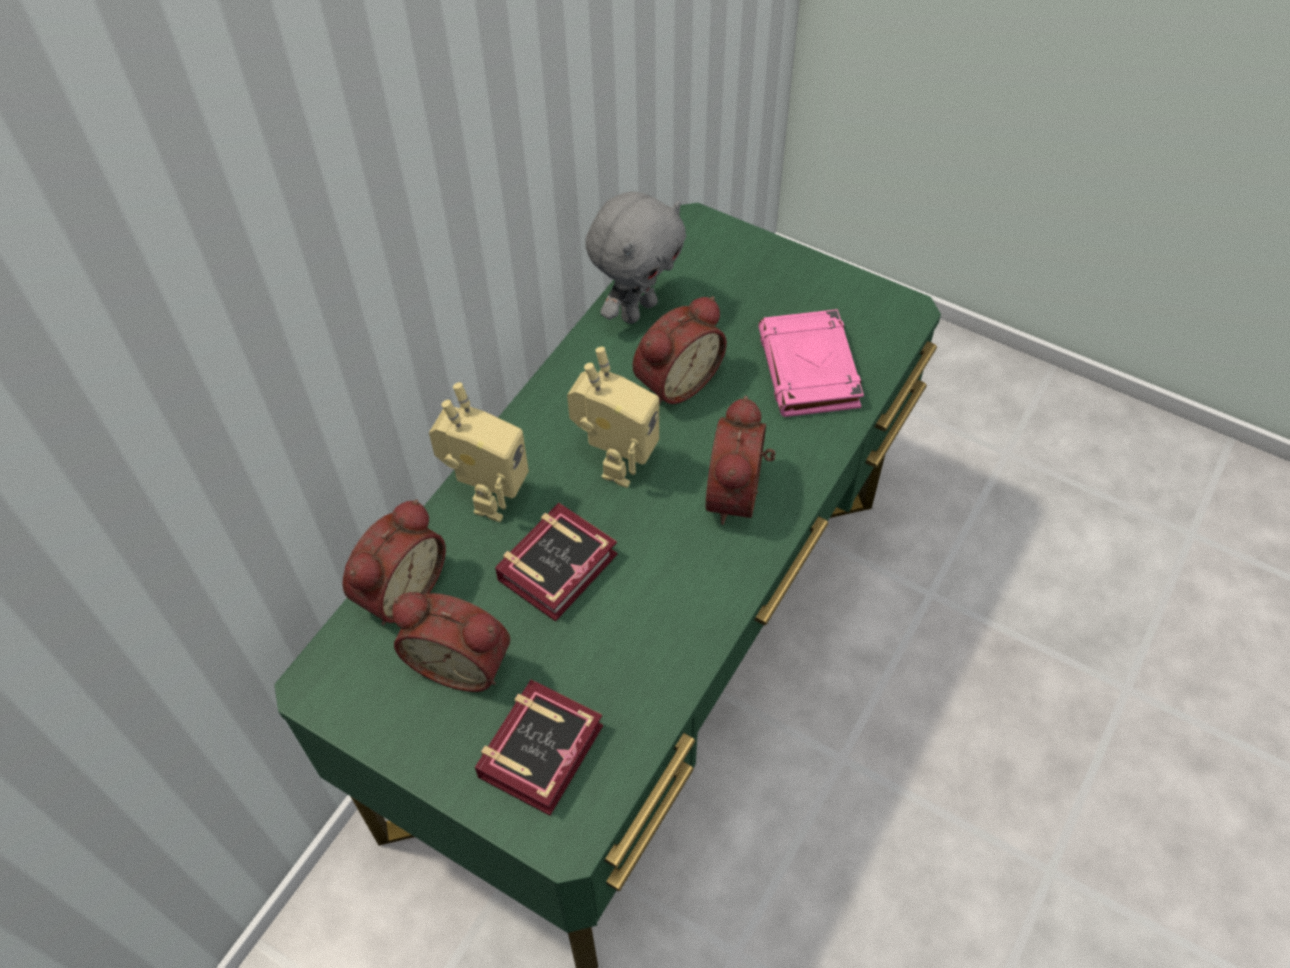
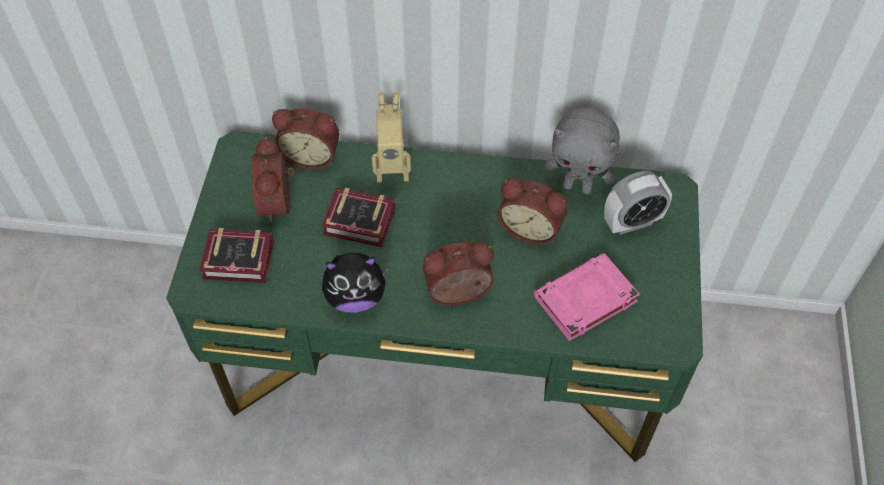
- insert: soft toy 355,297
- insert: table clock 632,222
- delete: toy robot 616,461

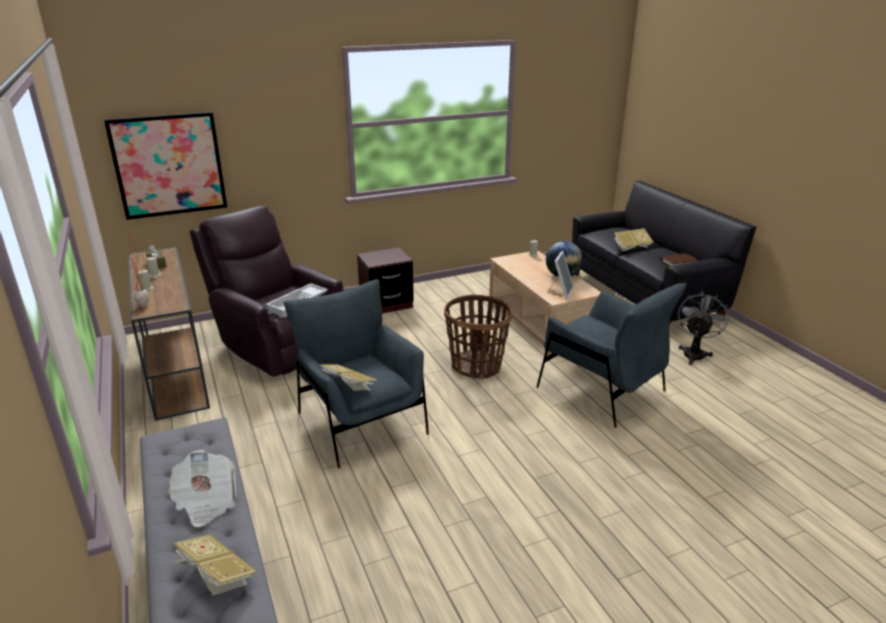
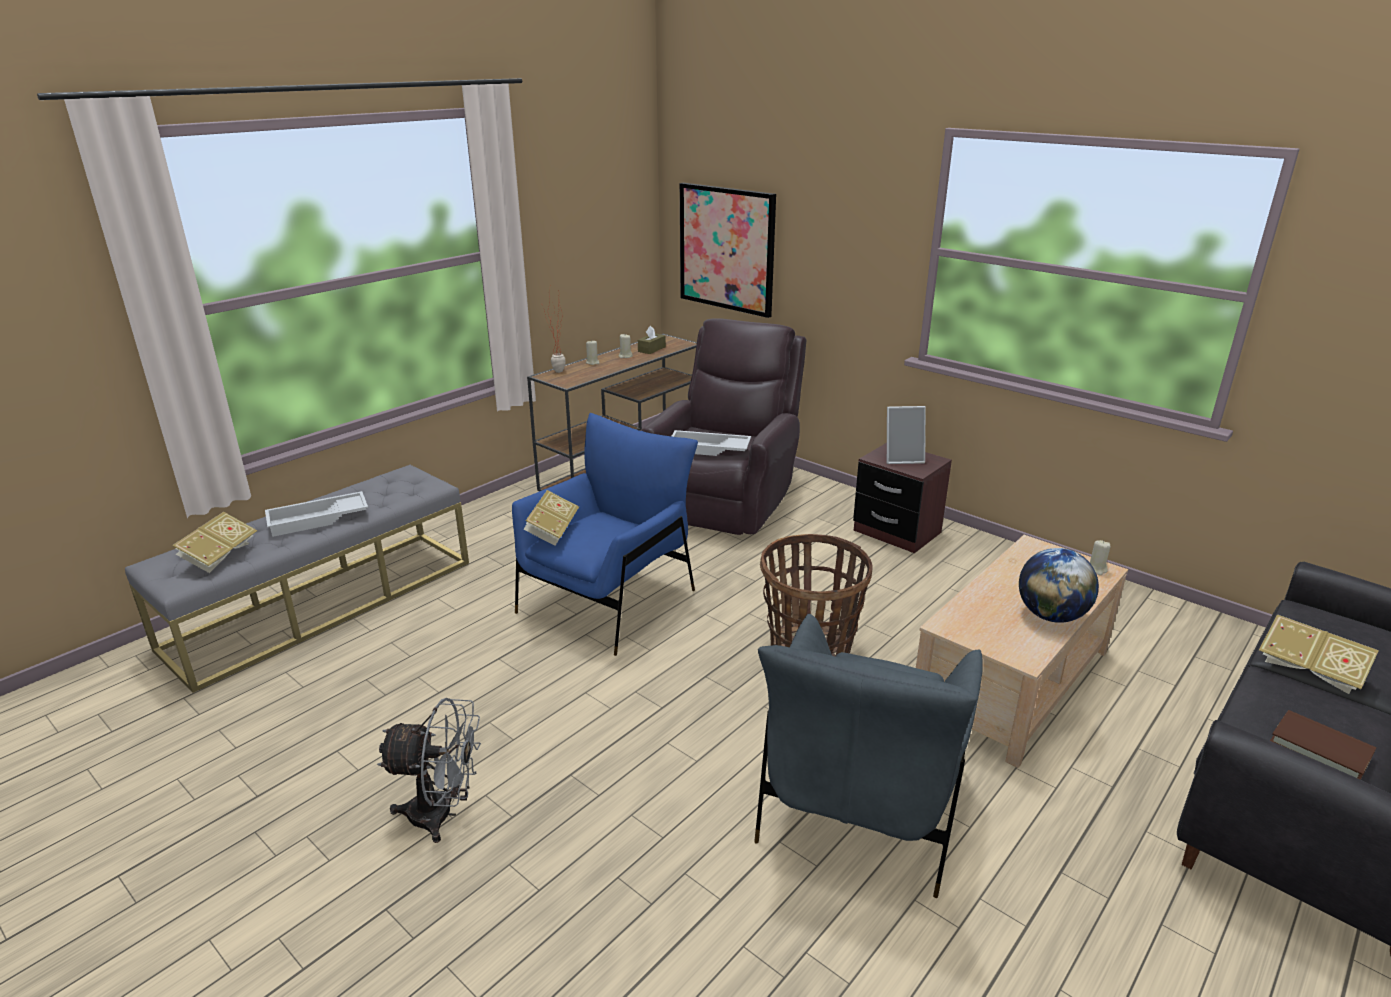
- replace: newspaper 206,501 to serving tray (white-coloured) 318,520
- move: electric fan (gray) 694,353 to 442,814
- recolor: armchair (gray) 361,422 to armchair (blue-coloured) 608,600
- move: standing frame 560,291 to 902,458

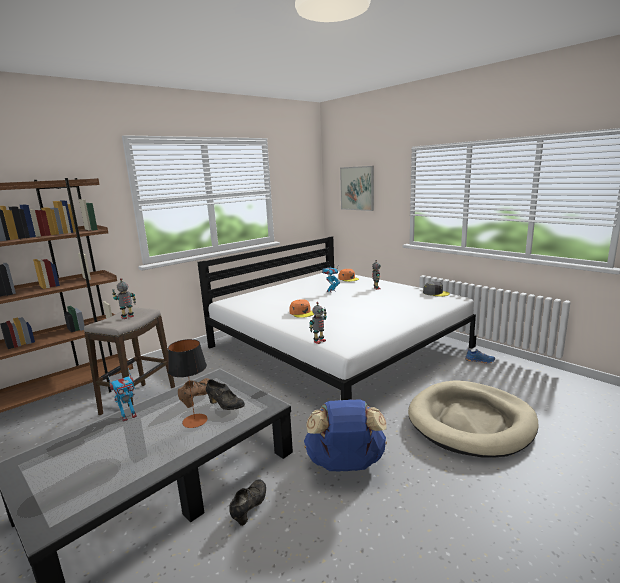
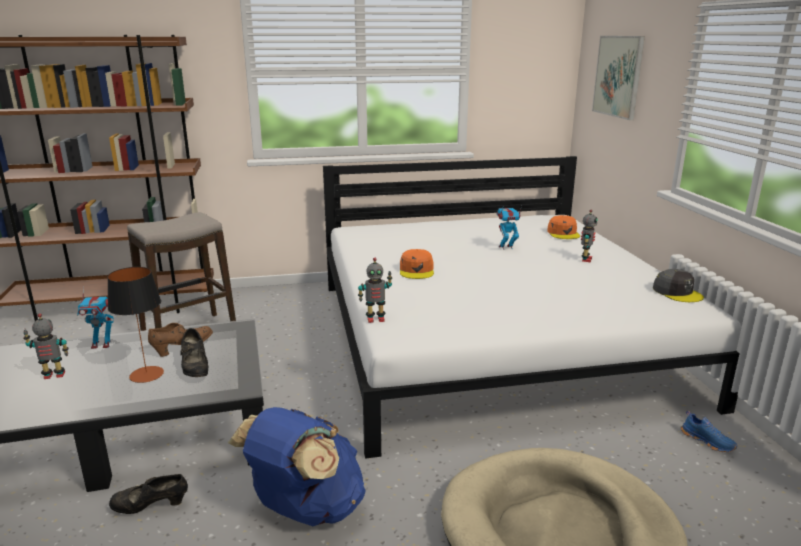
- move: toy robot 128,317 to 54,376
- rotate: low shoe (black-coloured) 250,508 = 151,507 150 degrees counterclockwise

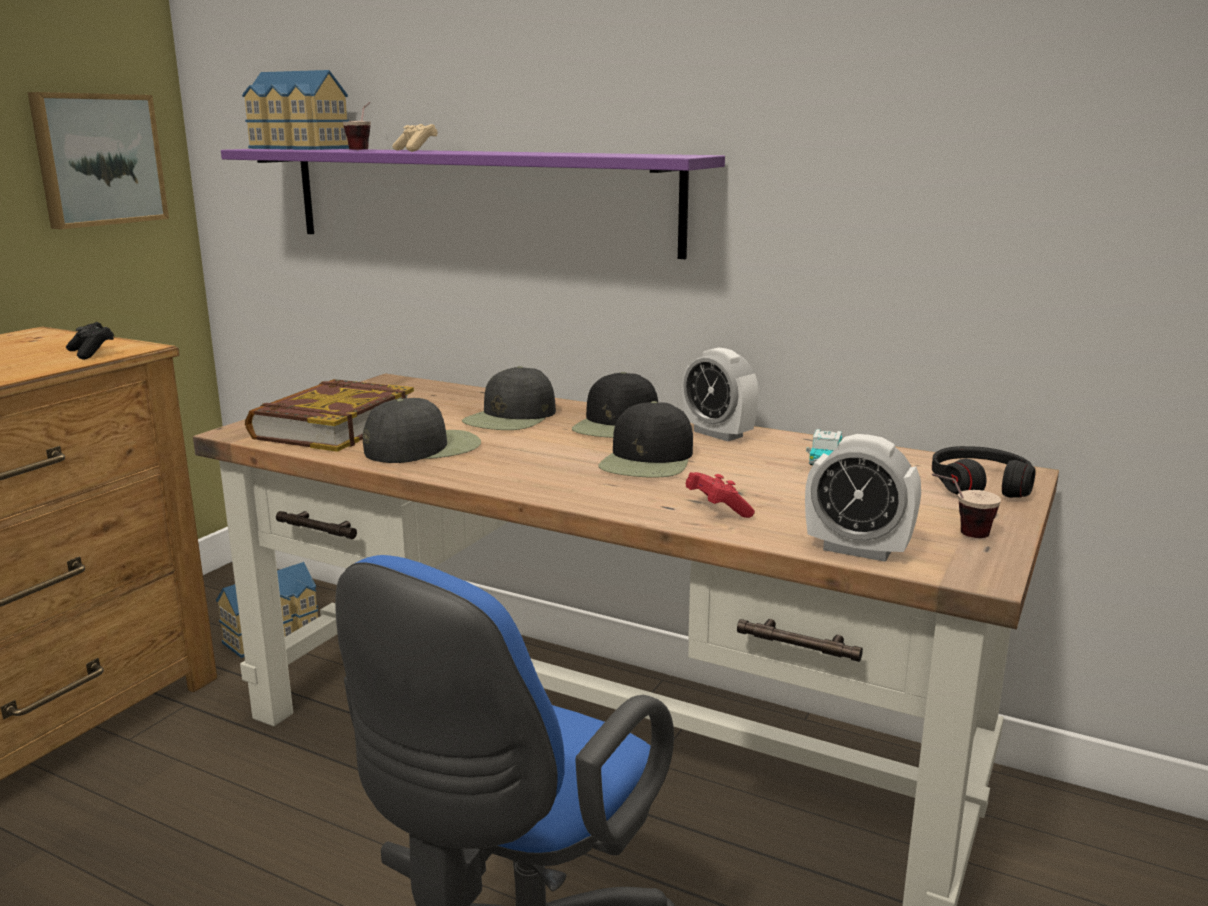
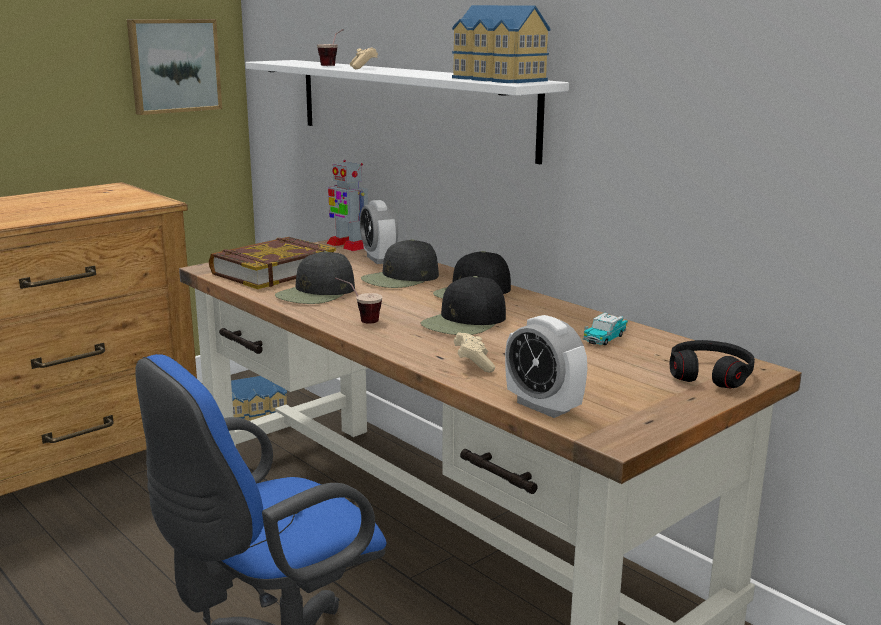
- recolor: shelf (purple-coloured) 477,198 to shelf (white-coloured) 409,106
- rotate: cap (black-coloured) 423,447 = 316,293 135 degrees clockwise
- insert: toy robot 349,245
- move: small cup 959,535 to 359,320
- move: table clock 718,434 to 379,259
- move: miniature house 297,148 to 496,79
- recolor: game controller (red) 717,509 to game controller (beige) 473,363
- delete: game controller (black-coloured) 92,353

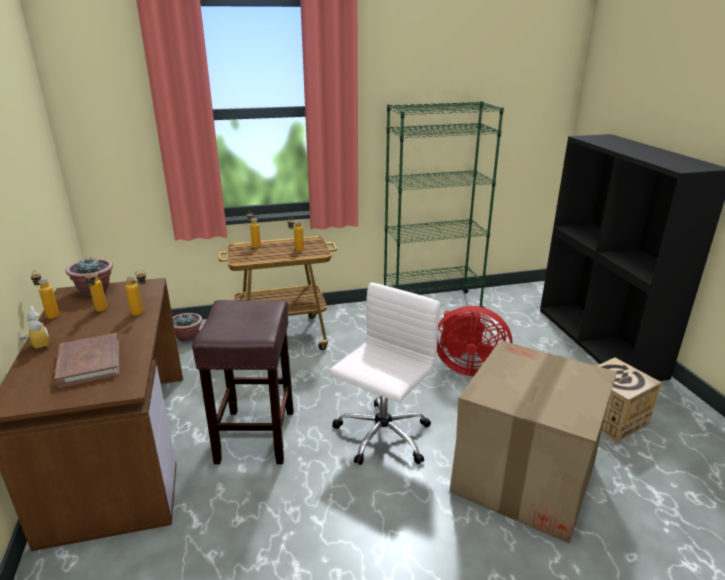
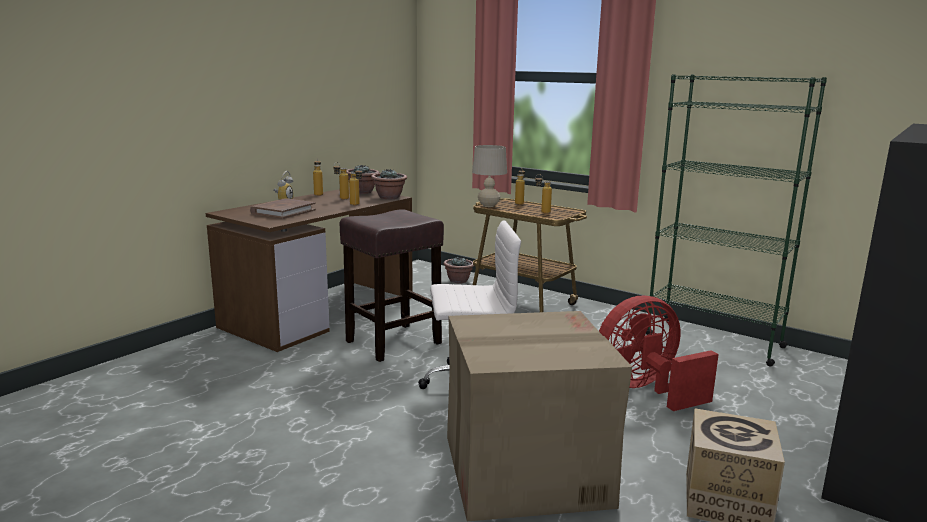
- insert: houseplant 389,197
- insert: tabletop lamp (beige) 488,205
- rotate: electric fan (red) 467,367 = 645,390 90 degrees clockwise

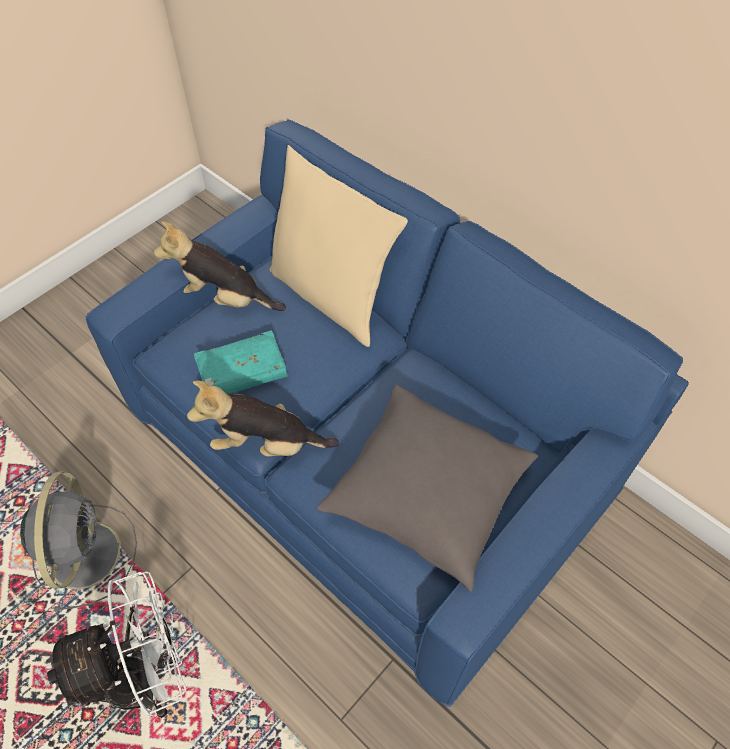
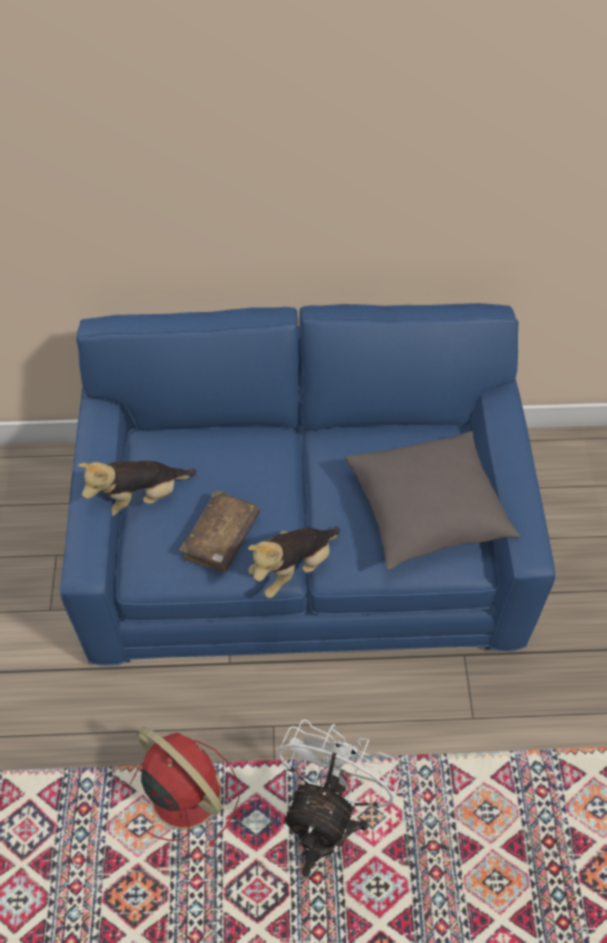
- recolor: electric fan (gray) 85,552 to electric fan (red) 183,791
- recolor: bound book (turquoise-coloured) 243,373 to bound book (brown-coloured) 221,537
- delete: pillow (beige) 332,296

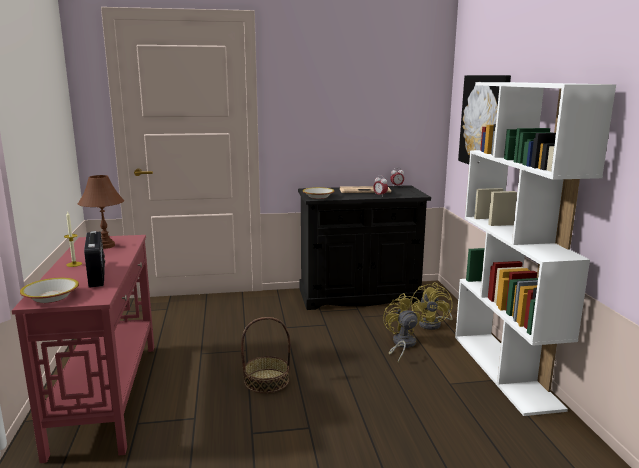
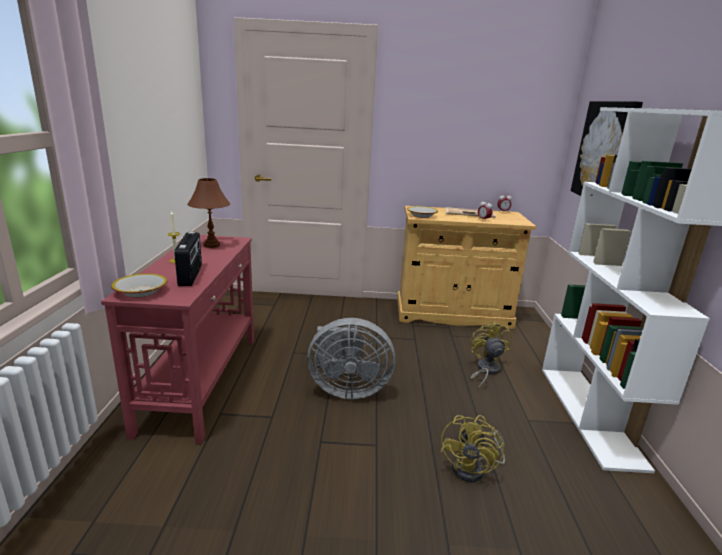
- replace: storage basket 266,381 to electric fan (gray) 346,389
- recolor: cabinet (black-coloured) 359,295 to cabinet (beige) 453,314
- move: electric fan (yellow) 433,324 to 474,469

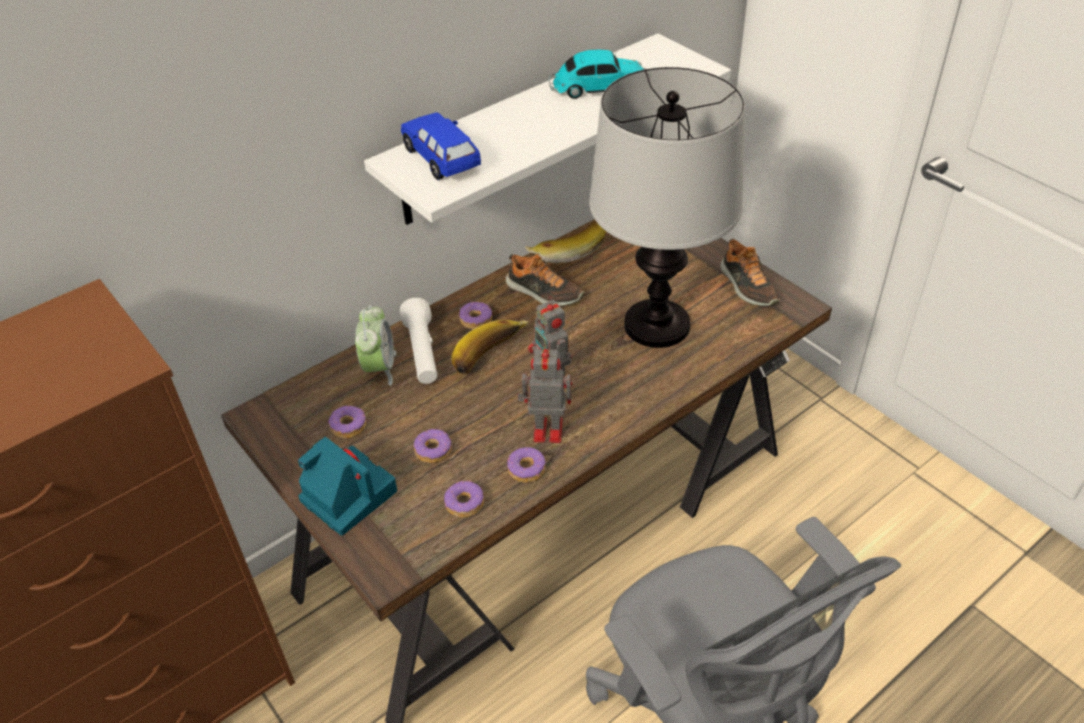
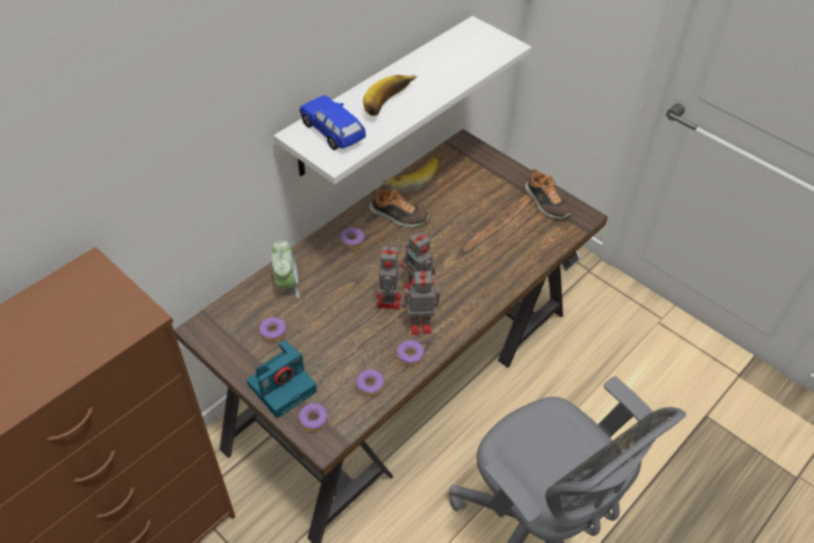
- rotate: photo camera 346,495 = 282,386 105 degrees clockwise
- move: donut 433,450 to 313,420
- move: banana 491,357 to 391,104
- insert: toy robot 389,302
- delete: flashlight (white-coloured) 422,353
- delete: miniature car 598,88
- delete: tabletop lamp 657,324

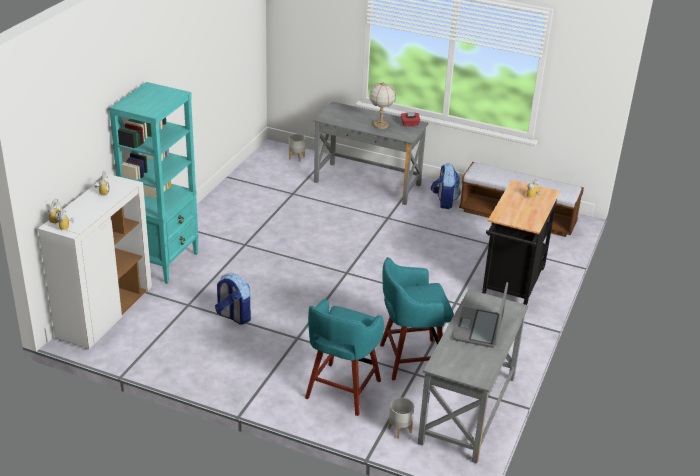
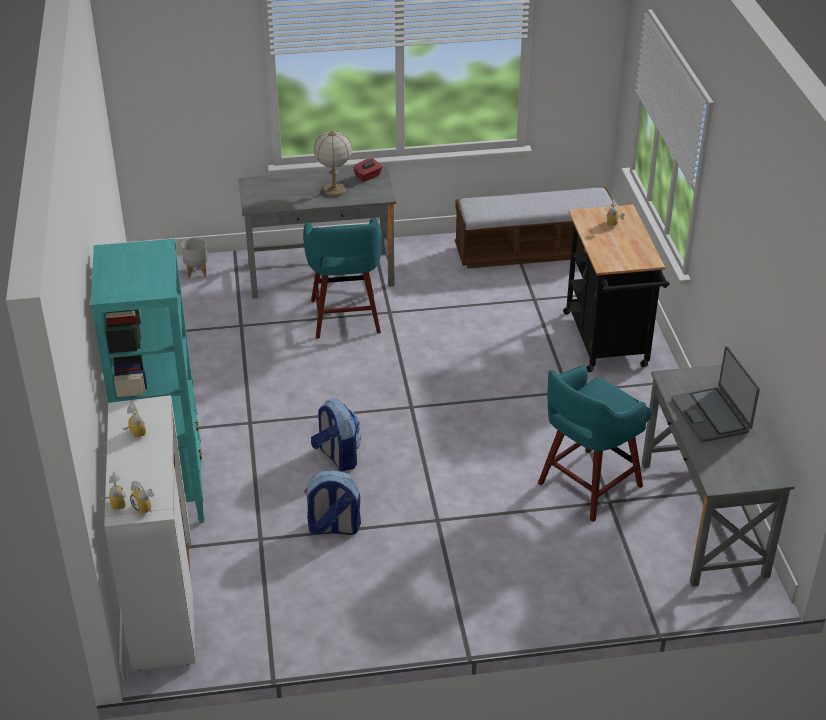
- move: stool (turquoise-coloured) 342,391 to 345,318
- move: backpack 444,201 to 337,456
- delete: planter (gray) 400,430

